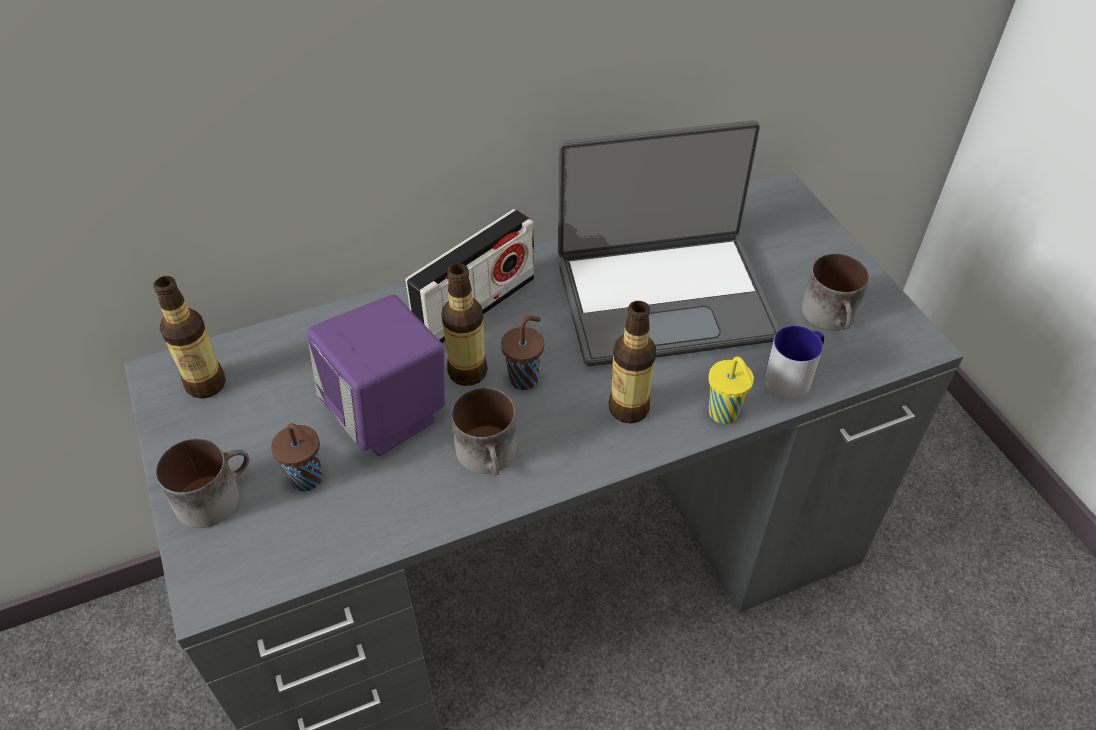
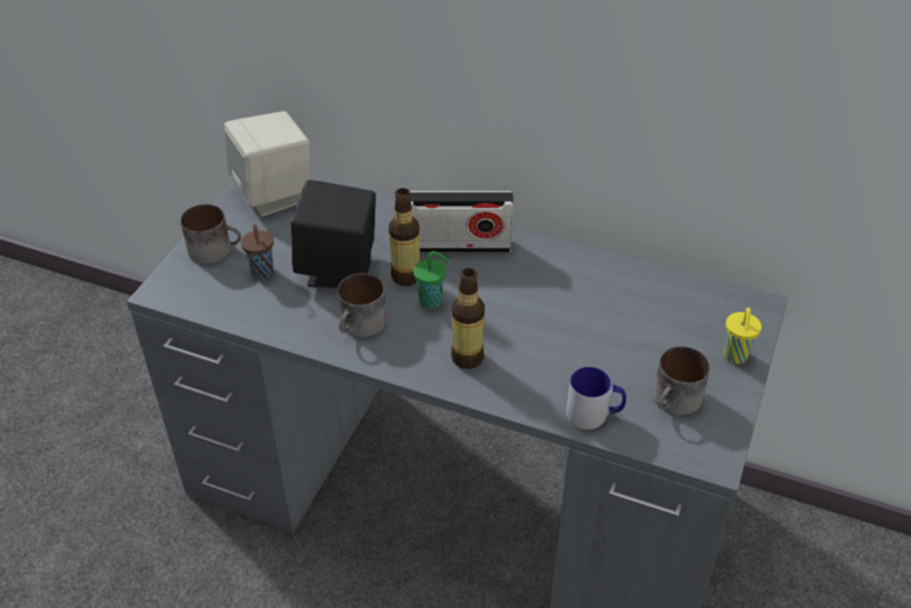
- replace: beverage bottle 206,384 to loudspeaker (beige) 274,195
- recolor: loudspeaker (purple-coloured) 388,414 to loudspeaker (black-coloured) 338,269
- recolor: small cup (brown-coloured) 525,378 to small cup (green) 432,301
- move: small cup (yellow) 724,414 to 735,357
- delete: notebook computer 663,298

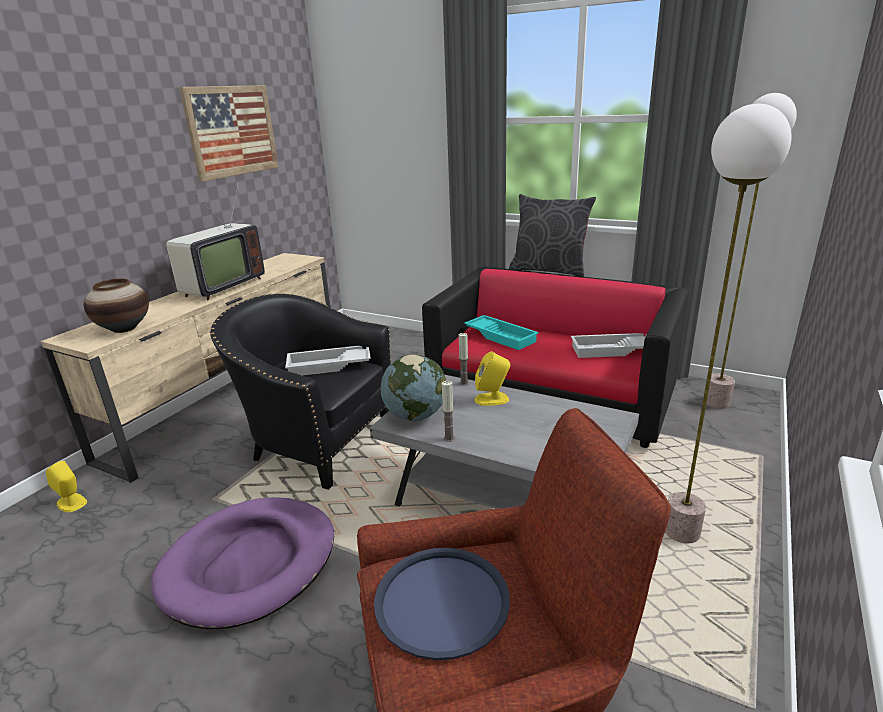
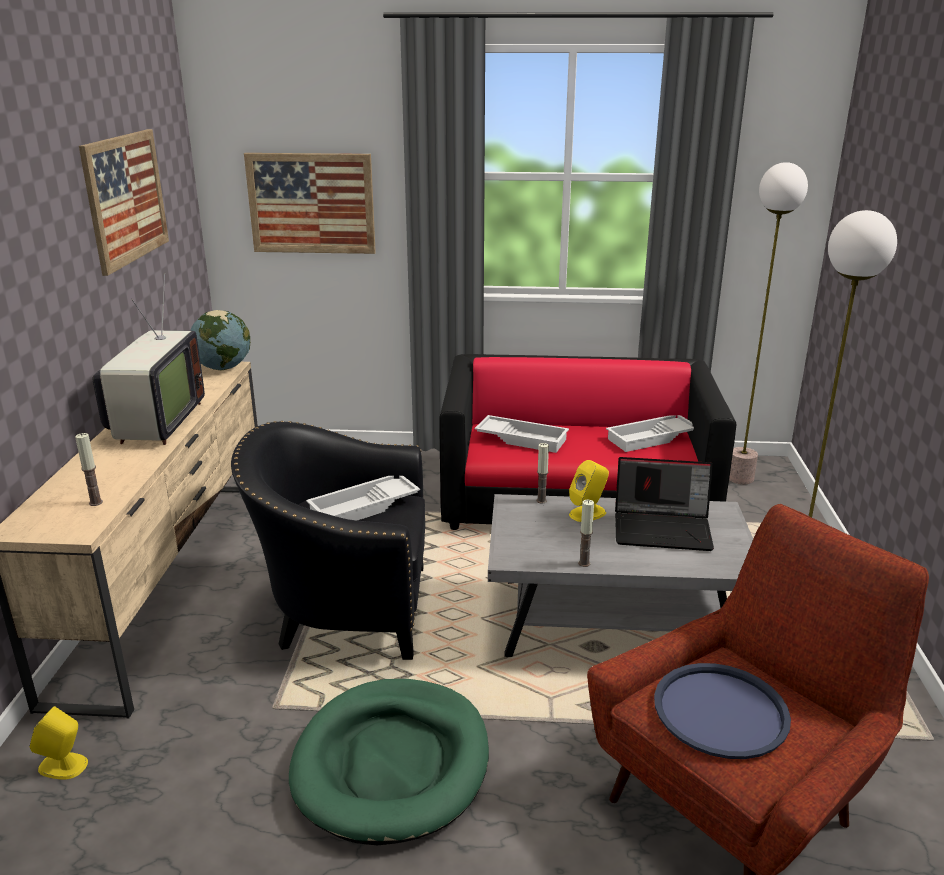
- replace: decorative vase 124,329 to wax candle 96,502
- move: desk globe 415,416 to 223,368
- insert: wall picture 311,203
- recolor: pet bed (purple-coloured) 250,564 to pet bed (green) 392,763
- recolor: serving tray (turquoise-coloured) 501,336 to serving tray (white-coloured) 522,438
- insert: notebook computer 663,528
- delete: pillow (gray) 549,270

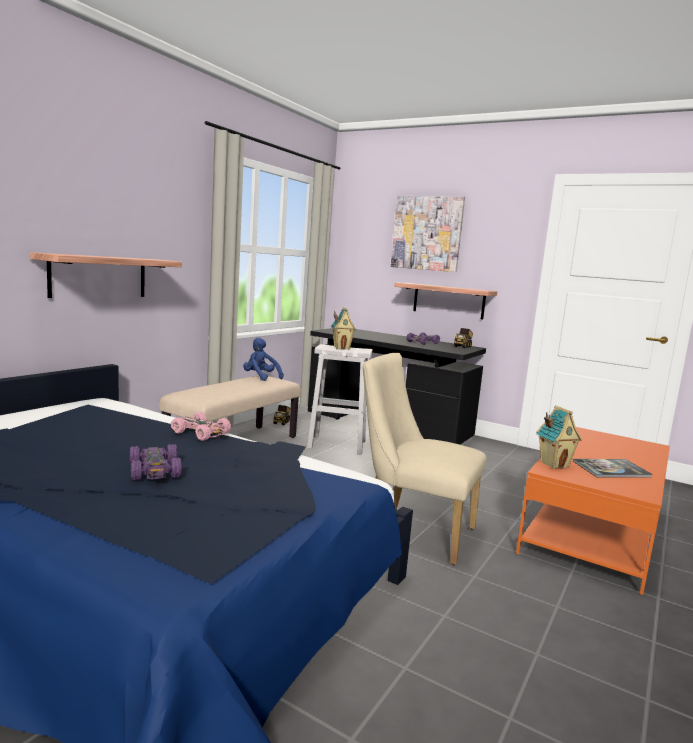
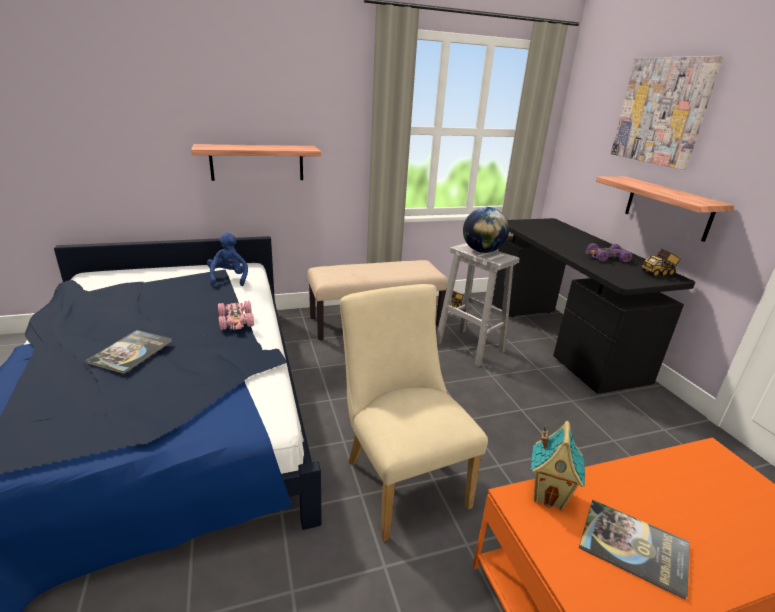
- replace: miniature car (purple-coloured) 155,471 to bound book 131,352
- move: soft toy (blue-coloured) 260,377 to 229,278
- replace: miniature house 341,348 to desk globe 482,251

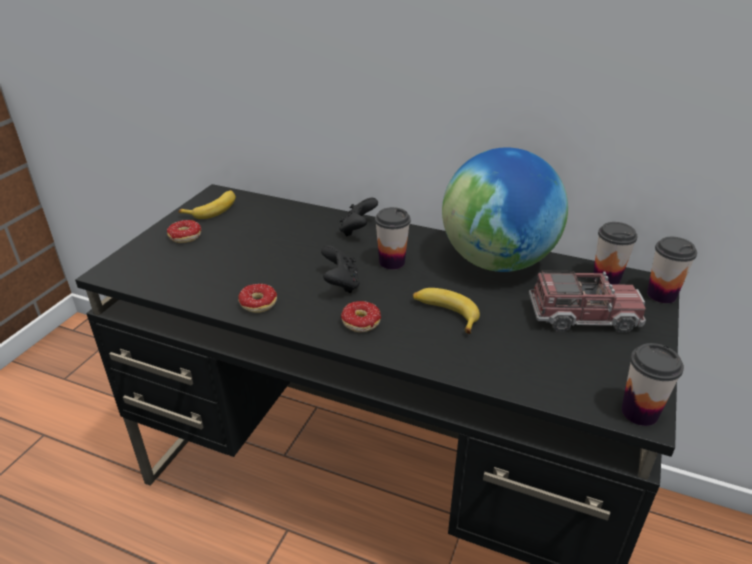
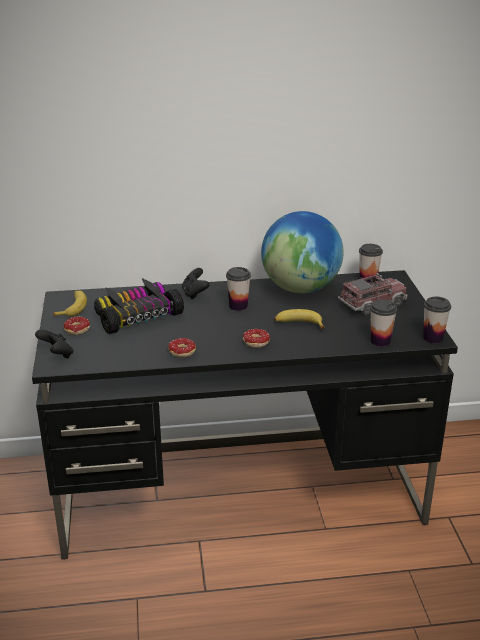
- move: game controller (black-coloured) 341,284 to 57,355
- insert: miniature car 136,316
- move: small cup 661,295 to 380,341

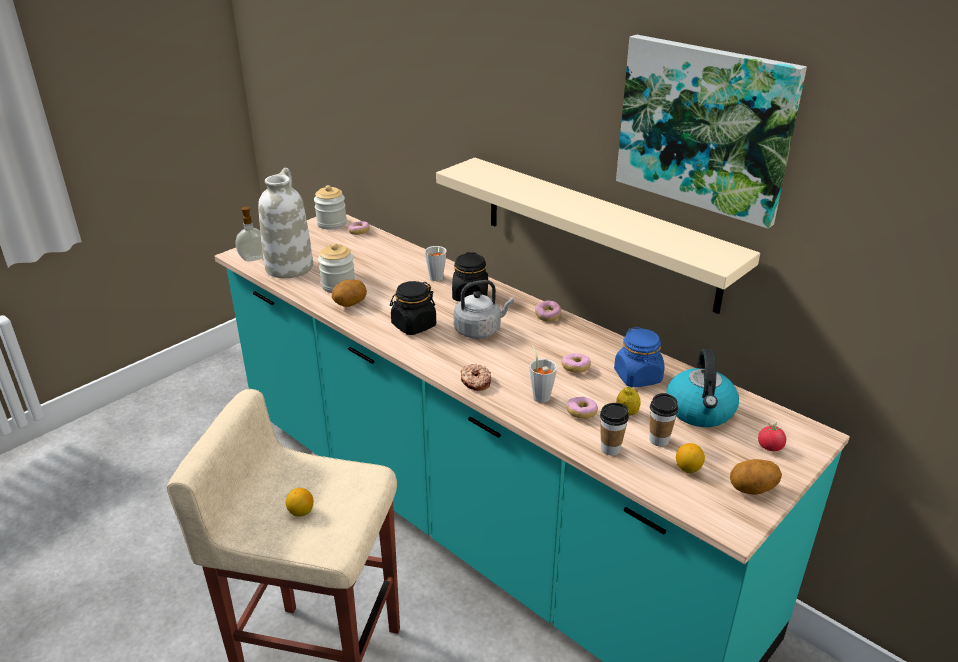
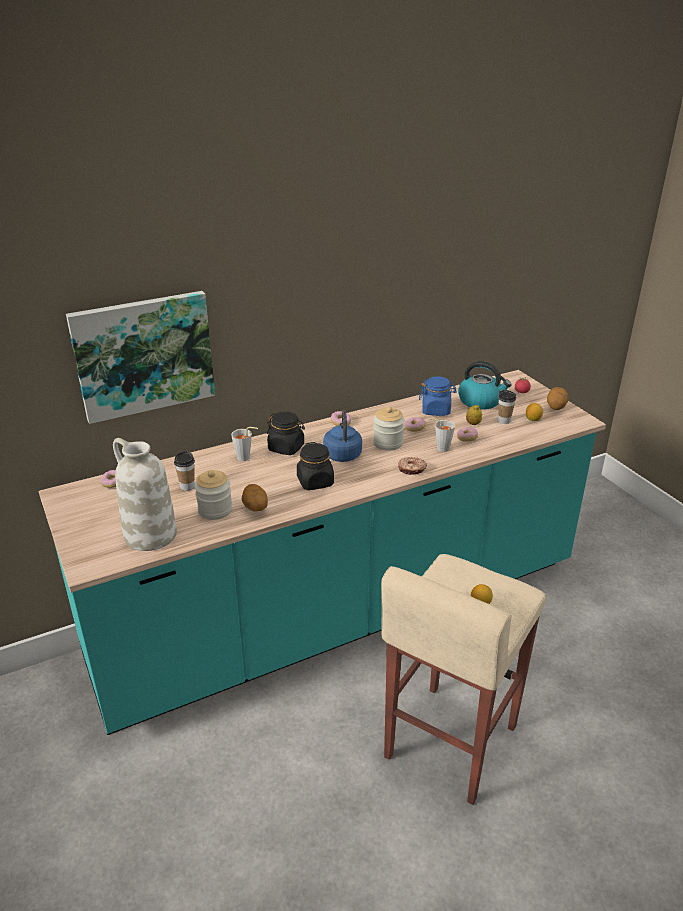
- move: wall picture 705,128 to 144,355
- move: small cup 610,449 to 187,486
- recolor: water kettle (gray) 480,330 to water kettle (blue-coloured) 342,454
- move: storage jar 332,223 to 388,443
- delete: liquid soap bottle 253,258
- delete: shelf (beige) 597,232

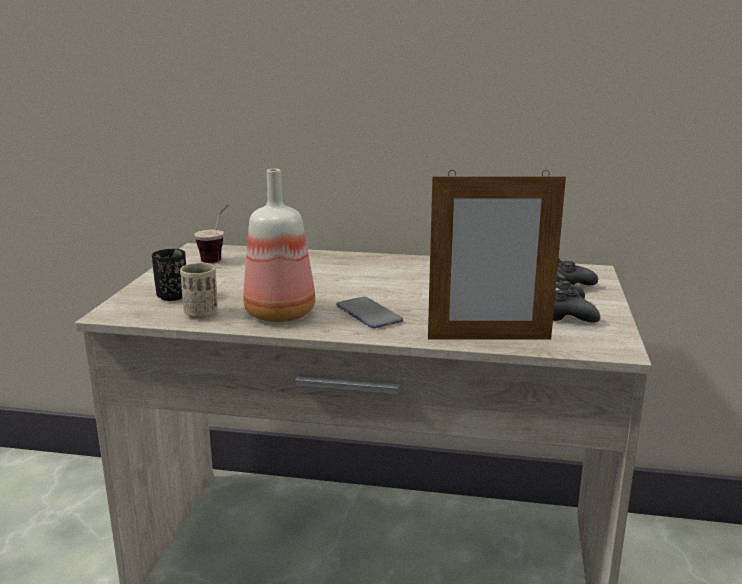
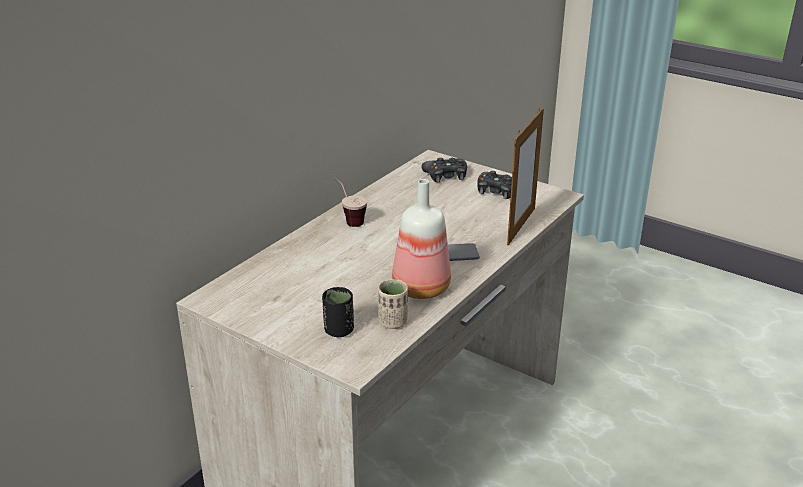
- move: small cup 217,257 to 348,219

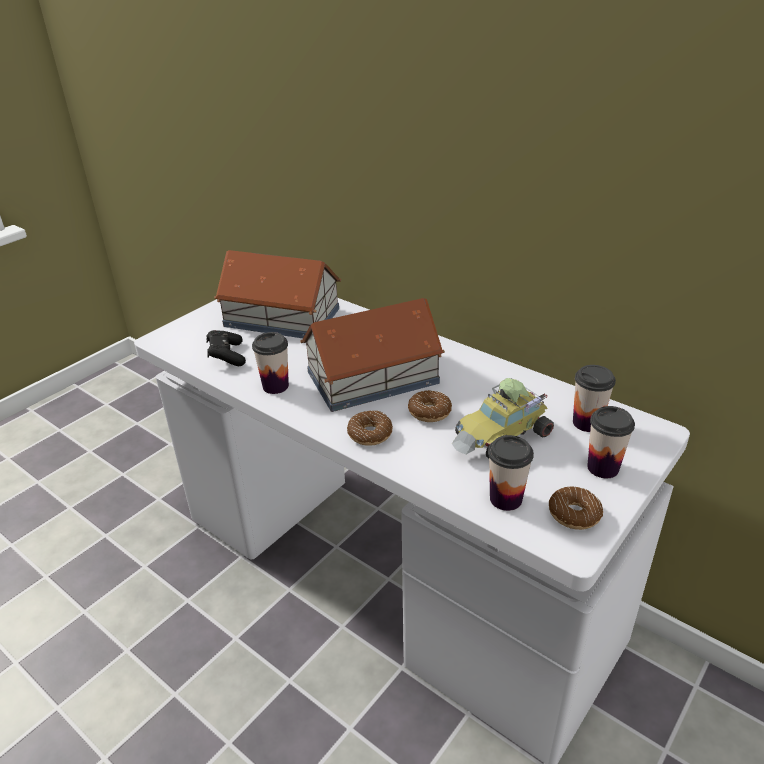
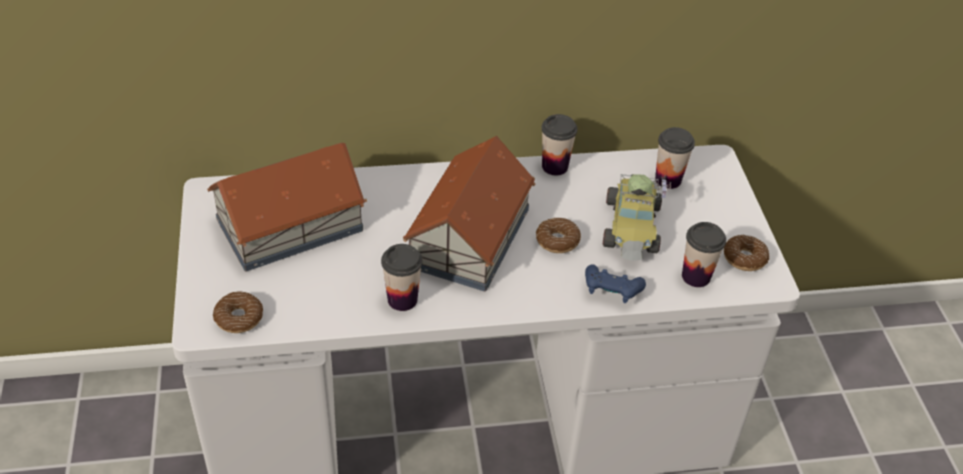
- move: donut 370,434 to 239,318
- move: small cup 603,468 to 555,166
- insert: game controller (blue-coloured) 611,292
- delete: game controller (black-coloured) 226,356

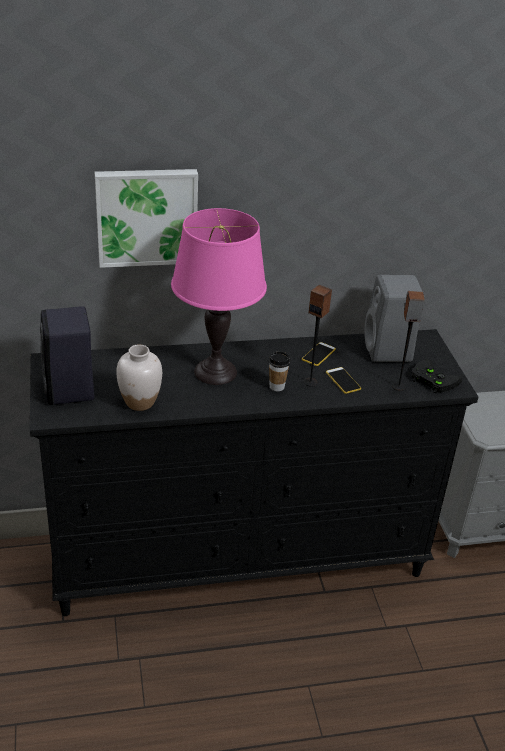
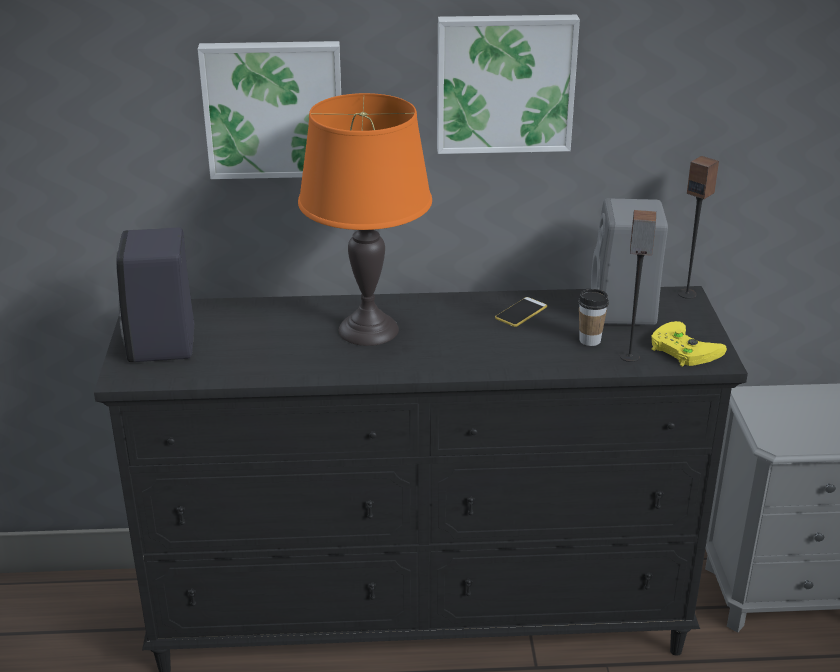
- recolor: tabletop lamp (pinkish) 215,372 to tabletop lamp (orangey) 368,330
- insert: wall picture 505,82
- move: small cup 277,387 to 590,340
- recolor: game controller (black-coloured) 432,379 to game controller (yellow) 681,349
- move: loudspeaker 310,382 to 687,294
- delete: decorative vase (white-coloured) 139,402
- delete: telephone 343,381

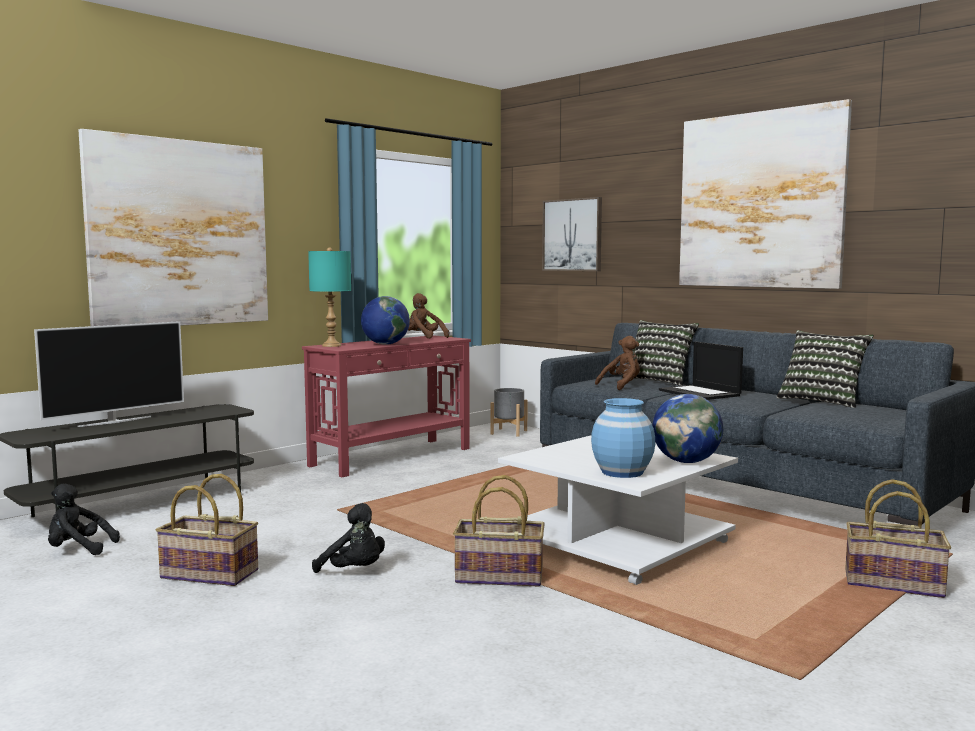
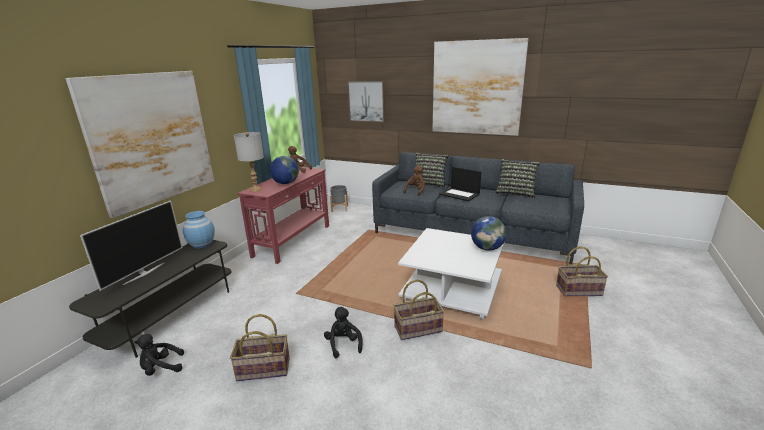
- move: decorative vase (blue-coloured) 622,472 to 202,244
- recolor: tabletop lamp (turquoise-coloured) 331,345 to tabletop lamp (gray) 255,189
- rotate: soft toy (black-coloured) 354,571 = 343,344 120 degrees counterclockwise

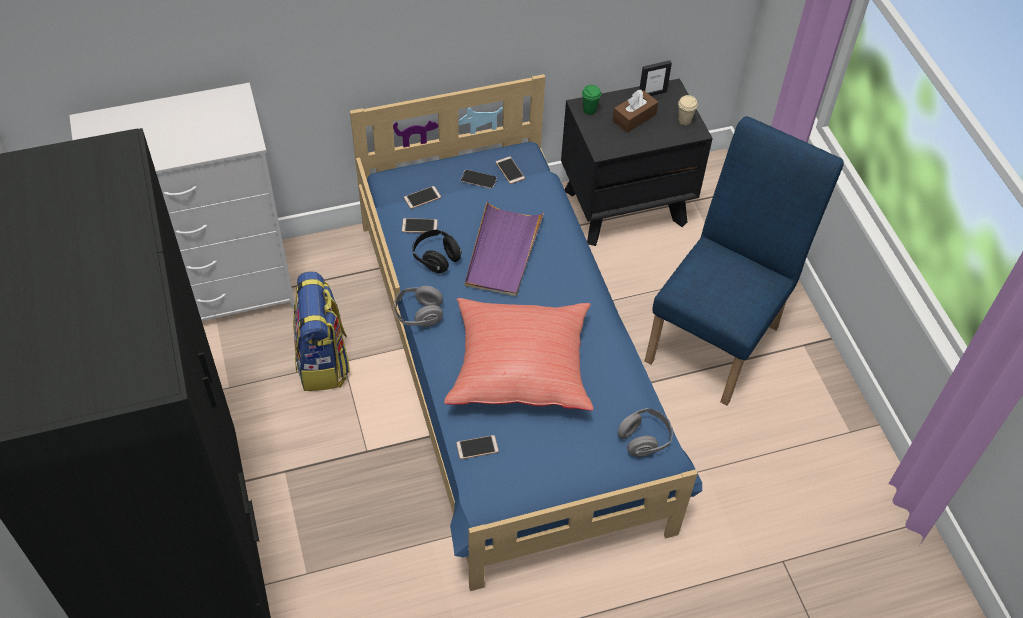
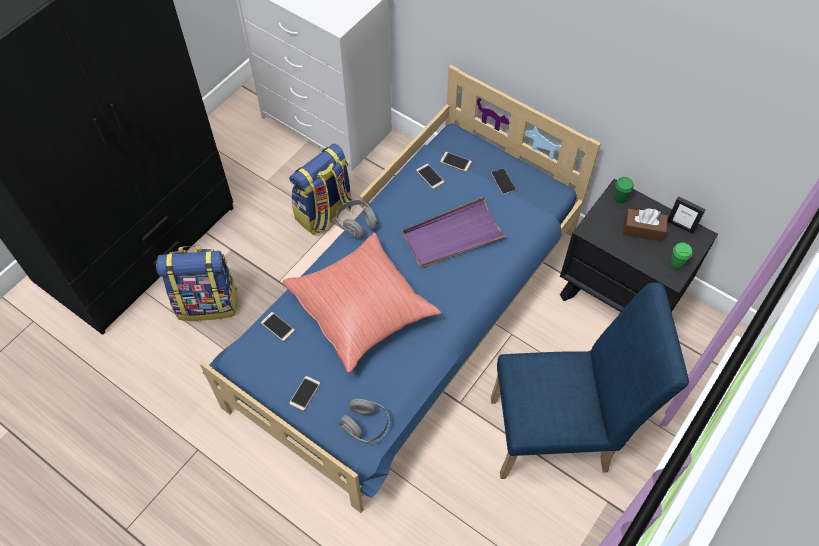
- insert: backpack 208,303
- move: telephone 510,170 to 305,393
- recolor: small cup (beige) 684,120 to small cup (green) 676,263
- delete: headphones (black-coloured) 436,258

